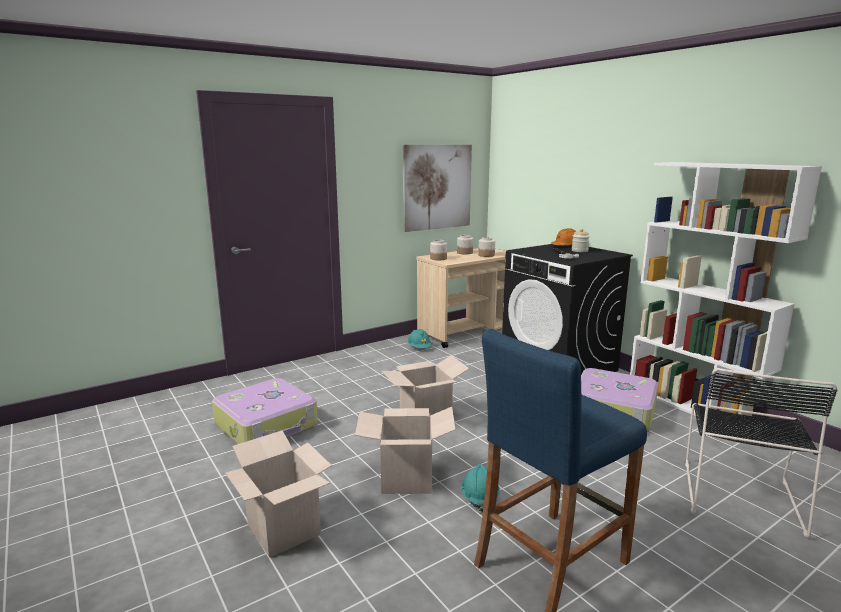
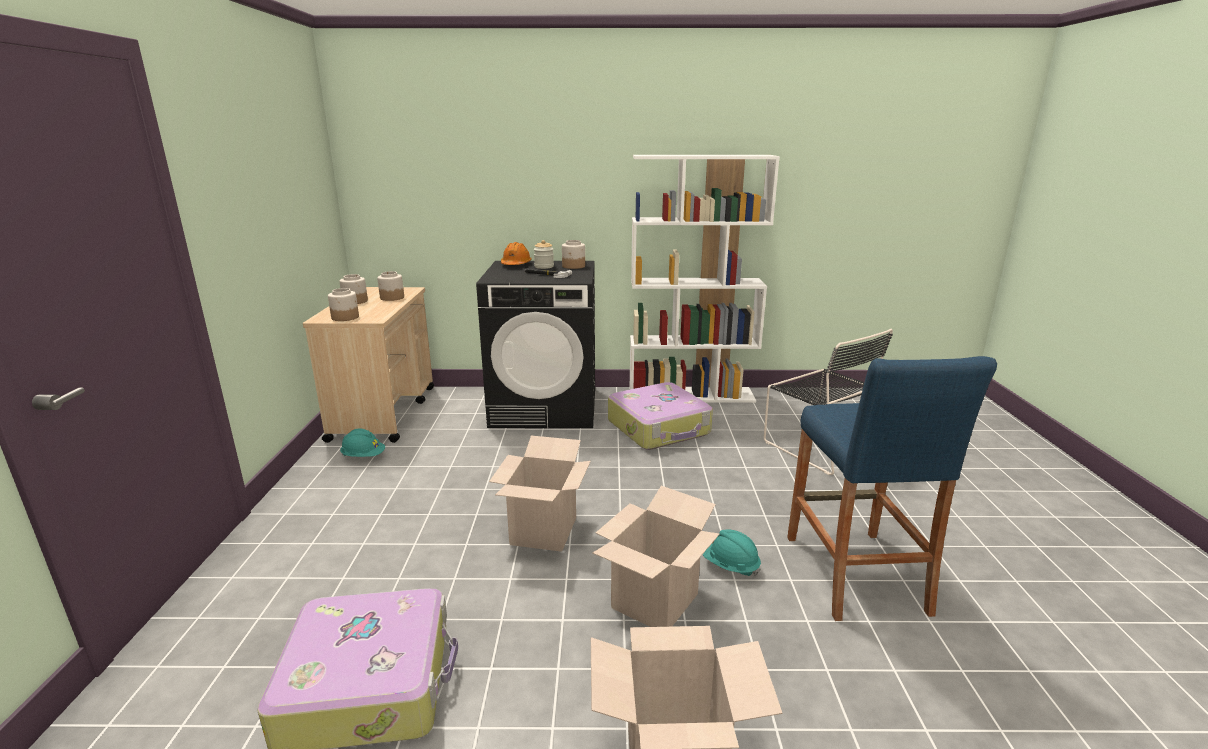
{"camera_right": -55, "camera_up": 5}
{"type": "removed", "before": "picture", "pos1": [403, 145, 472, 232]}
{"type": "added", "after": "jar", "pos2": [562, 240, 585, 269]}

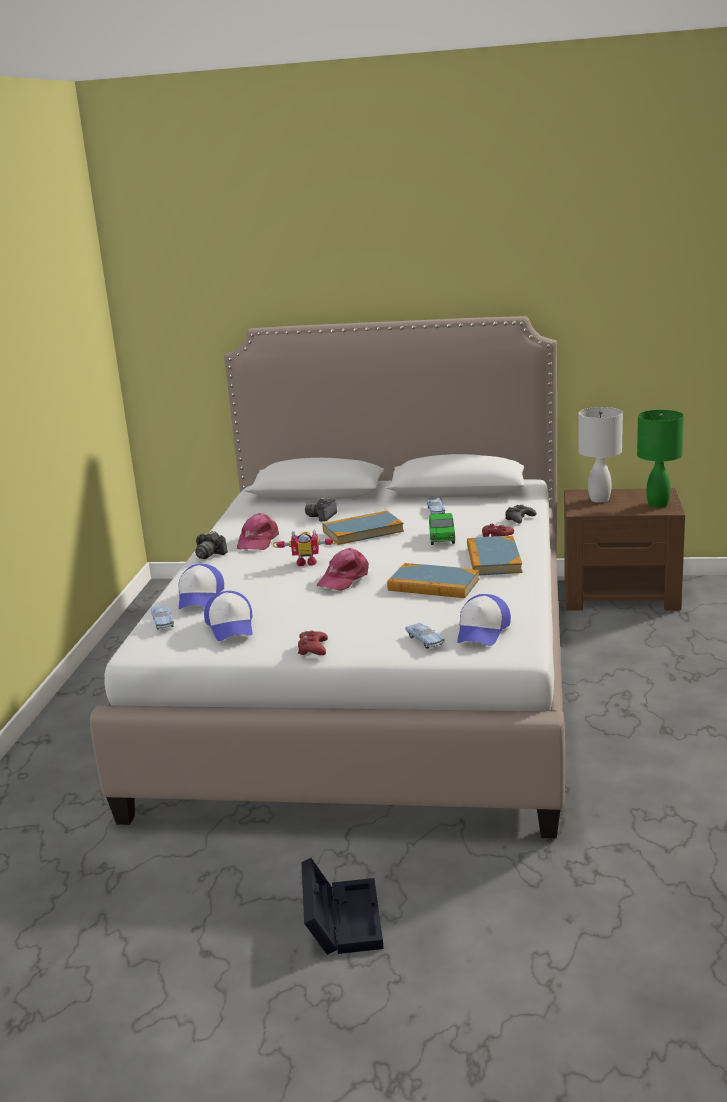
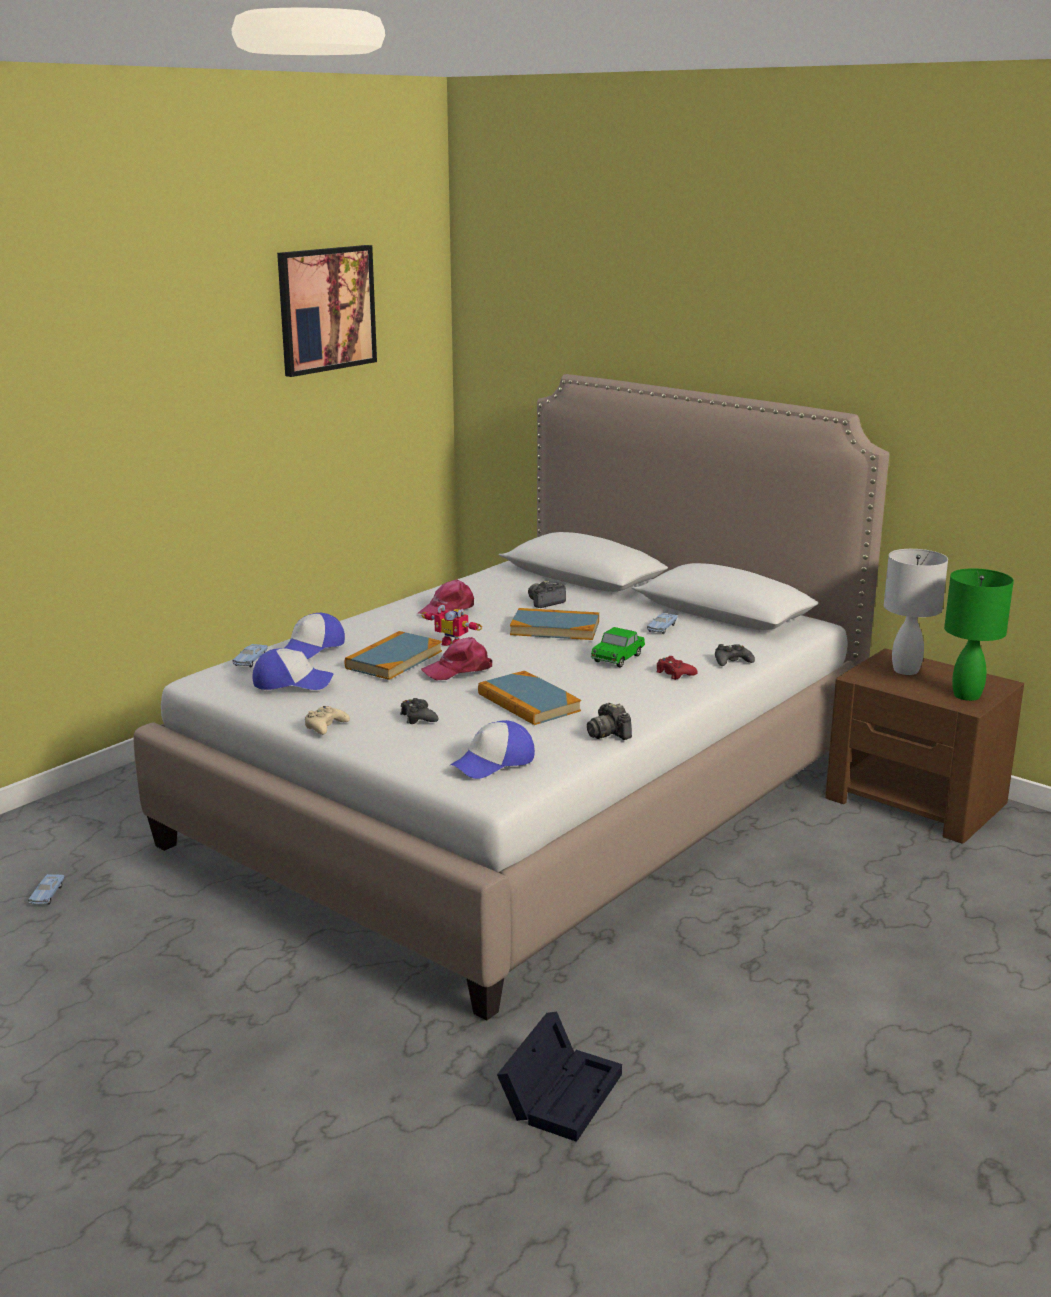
{"camera_right": 30, "camera_up": 0}
{"type": "moved", "before": "photo camera", "pos1": [195, 531, 228, 559], "pos2": [587, 703, 632, 740]}
{"type": "turned", "before": "cap", "pos1": [204, 591, 252, 641], "pos2": [252, 648, 334, 690], "turn": -105}
{"type": "recoloured", "before": "game controller (red)", "after": "game controller (beige)", "pos1": [298, 631, 328, 655], "pos2": [305, 706, 350, 735]}
{"type": "moved", "before": "storage box (black)", "pos1": [301, 858, 384, 955], "pos2": [497, 1012, 622, 1142]}
{"type": "moved", "before": "toy car (blue)", "pos1": [405, 623, 445, 649], "pos2": [28, 874, 65, 905]}
{"type": "moved", "before": "book", "pos1": [467, 536, 522, 576], "pos2": [344, 631, 442, 680]}
{"type": "added", "after": "picture", "pos2": [277, 245, 377, 377]}
{"type": "added", "after": "game controller (black)", "pos2": [400, 698, 439, 724]}

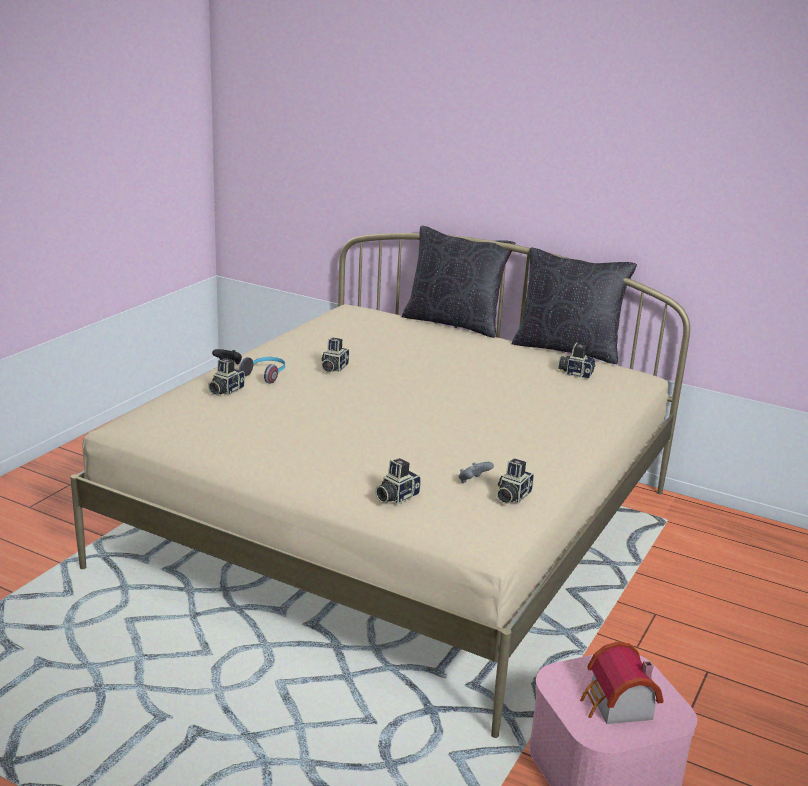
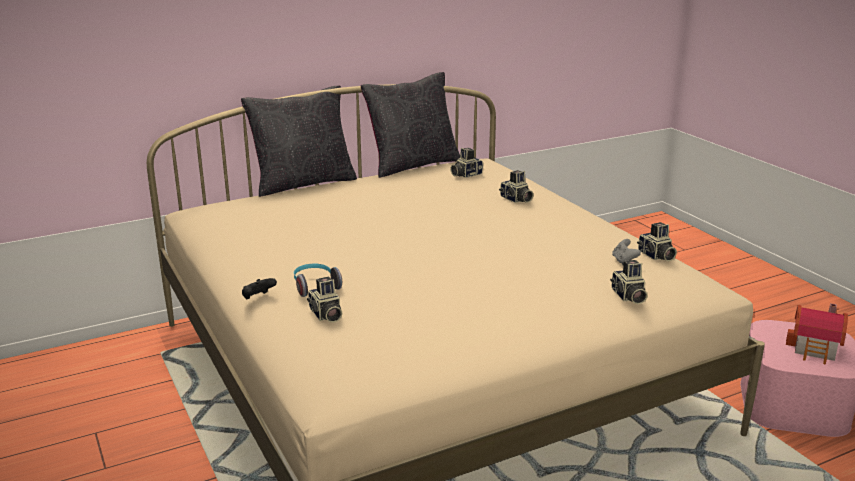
{"camera_right": -55, "camera_up": 0}
{"type": "moved", "before": "photo camera", "pos1": [321, 338, 349, 373], "pos2": [499, 170, 533, 203]}

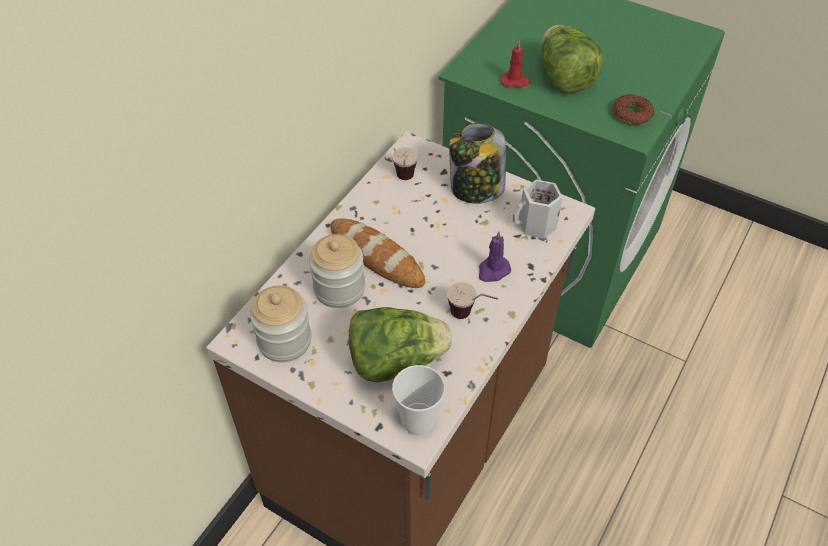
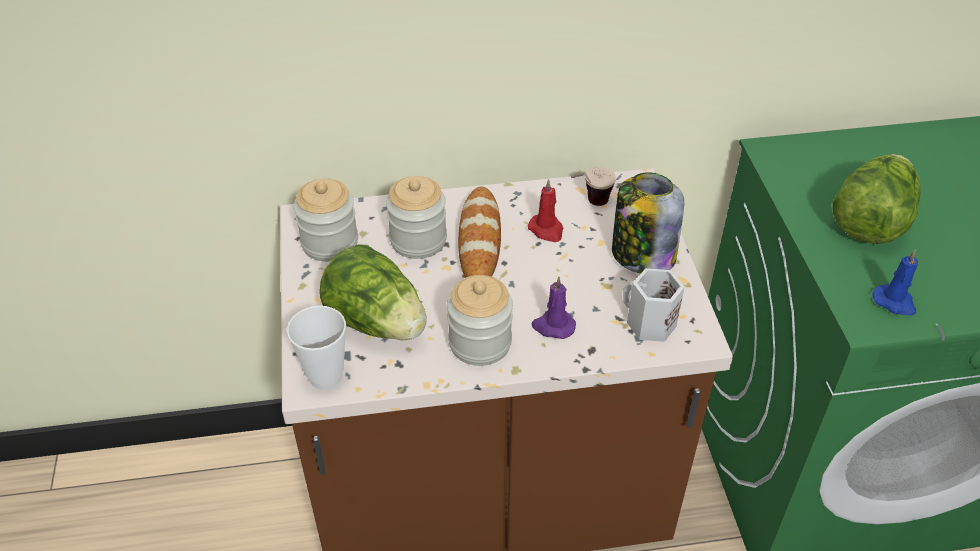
{"camera_right": 50, "camera_up": -5}
{"type": "replaced", "before": "cup", "after": "jar", "pos1": [447, 282, 498, 319], "pos2": [447, 275, 513, 366]}
{"type": "moved", "before": "candle (red)", "pos1": [501, 40, 531, 88], "pos2": [528, 179, 563, 242]}
{"type": "replaced", "before": "donut", "after": "candle (blue)", "pos1": [613, 94, 654, 125], "pos2": [872, 249, 918, 316]}

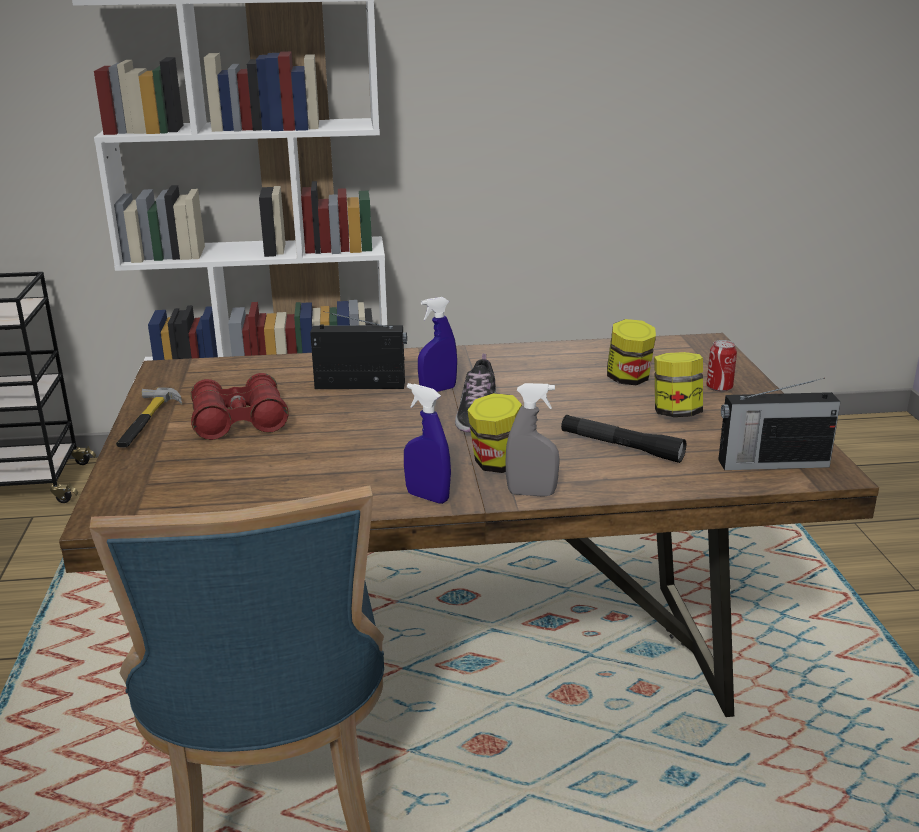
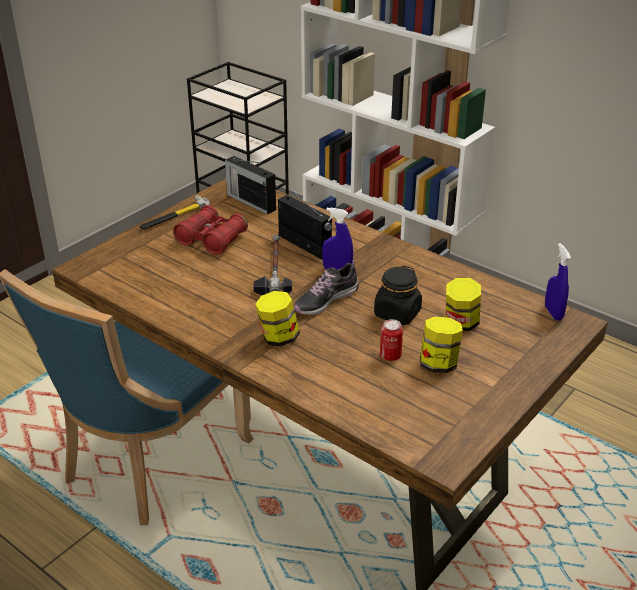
{"camera_right": 45, "camera_up": 10}
{"type": "moved", "before": "spray bottle (blue)", "pos1": [404, 383, 451, 504], "pos2": [545, 243, 571, 321]}
{"type": "removed", "before": "spray bottle (grey)", "pos1": [506, 383, 560, 497]}
{"type": "removed", "before": "flashlight (black)", "pos1": [561, 415, 686, 463]}
{"type": "moved", "before": "can", "pos1": [706, 340, 737, 392], "pos2": [380, 319, 403, 361]}
{"type": "moved", "before": "radio", "pos1": [718, 378, 841, 470], "pos2": [225, 156, 276, 215]}
{"type": "added", "after": "hammer", "pos2": [253, 235, 292, 295]}
{"type": "added", "after": "jar (black)", "pos2": [374, 266, 422, 325]}

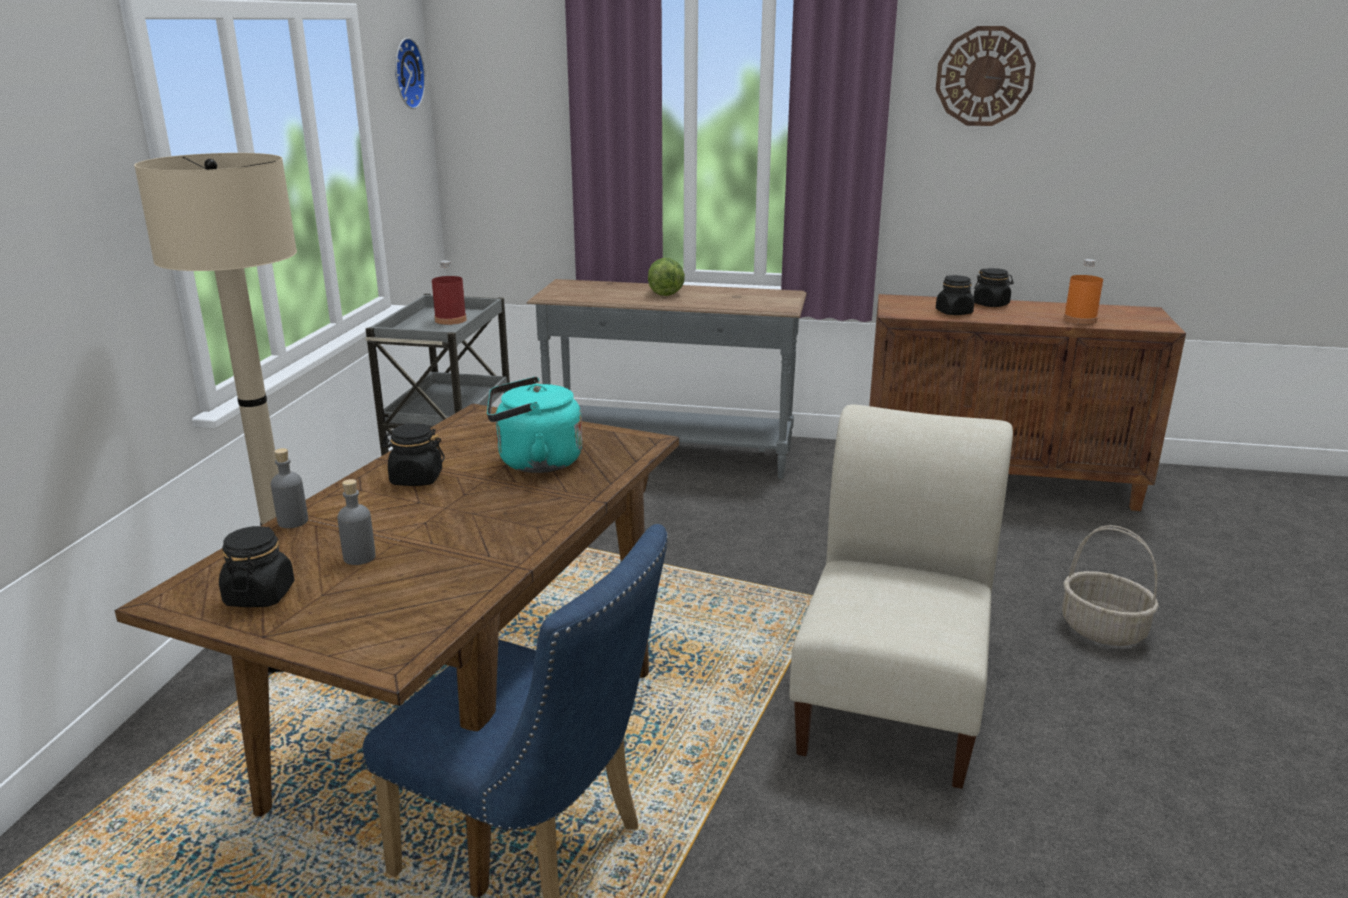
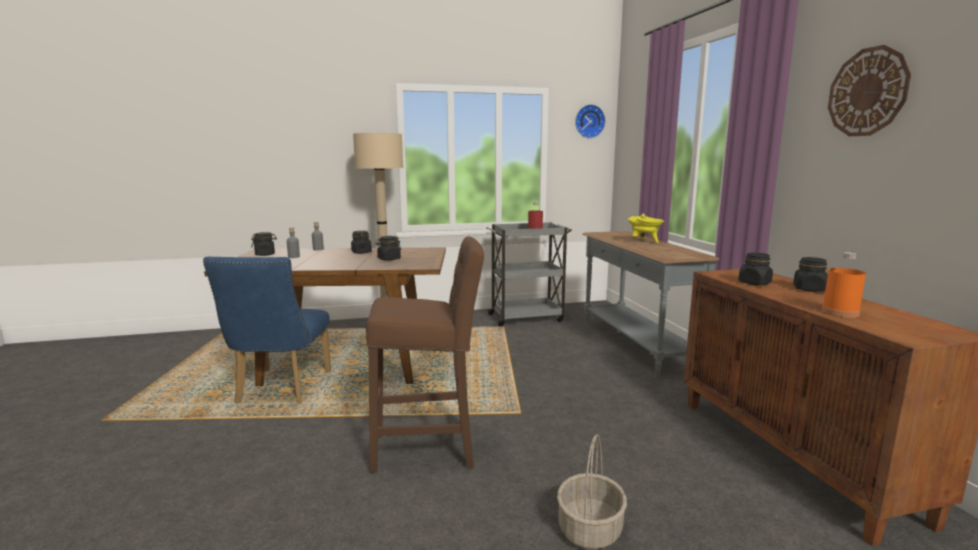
{"camera_right": 65, "camera_up": -10}
{"type": "replaced", "before": "kettle (turquoise)", "after": "jar (black)", "pos1": [487, 377, 583, 473], "pos2": [376, 236, 401, 261]}
{"type": "replaced", "before": "lettuce", "after": "cooking pot (yellow)", "pos1": [648, 258, 685, 296], "pos2": [628, 213, 664, 243]}
{"type": "replaced", "before": "chair (beige)", "after": "stool (brown)", "pos1": [789, 405, 1013, 789], "pos2": [366, 236, 484, 473]}

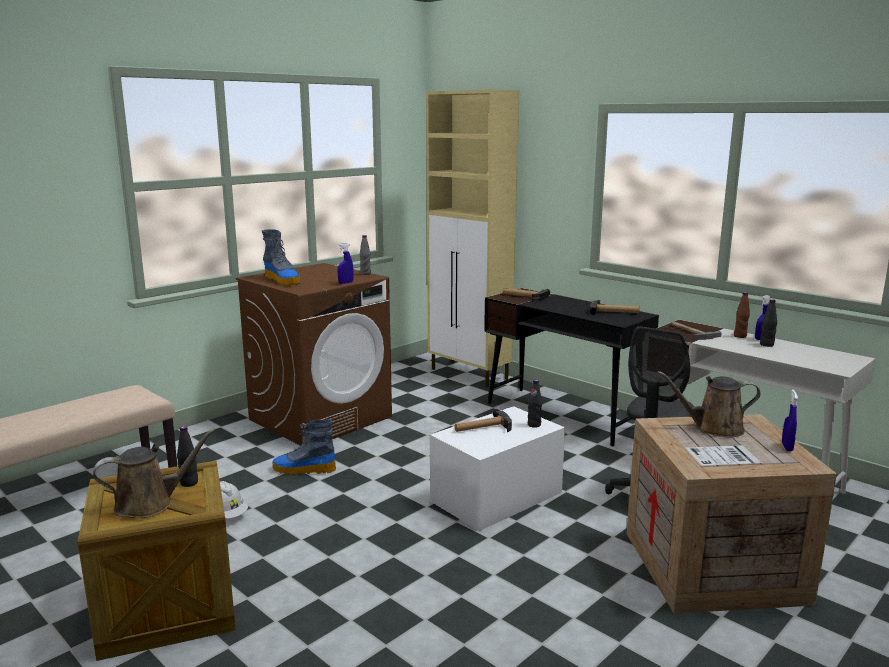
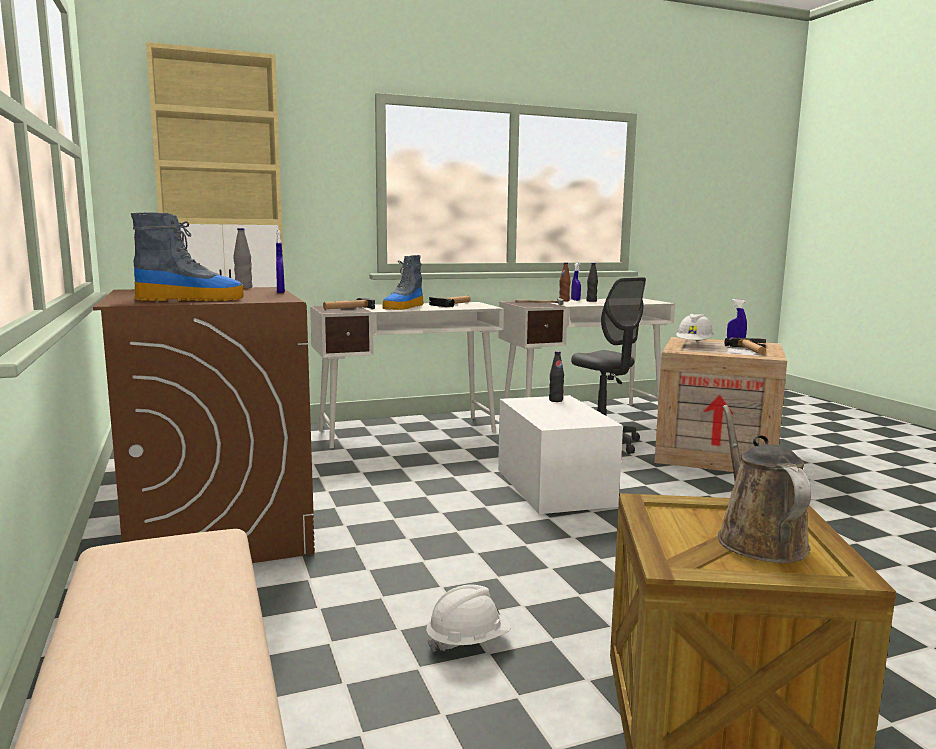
{"camera_right": -65, "camera_up": -5}
{"type": "removed", "before": "bottle (black)", "pos1": [177, 426, 198, 487]}
{"type": "moved", "before": "boot", "pos1": [273, 419, 336, 475], "pos2": [382, 255, 424, 310]}
{"type": "moved", "before": "hammer", "pos1": [455, 409, 512, 432], "pos2": [725, 337, 766, 355]}
{"type": "recoloured", "before": "desk (black)", "after": "desk (white)", "pos1": [484, 288, 659, 446], "pos2": [310, 302, 504, 448]}
{"type": "replaced", "before": "watering can (brown)", "after": "hard hat (white)", "pos1": [657, 371, 761, 437], "pos2": [676, 314, 714, 342]}

